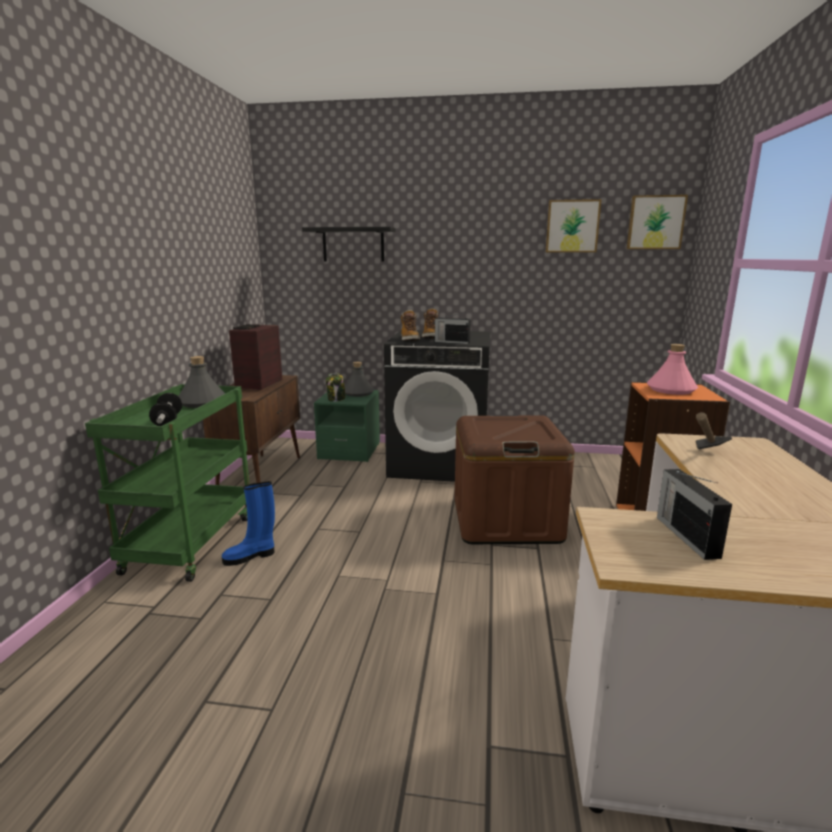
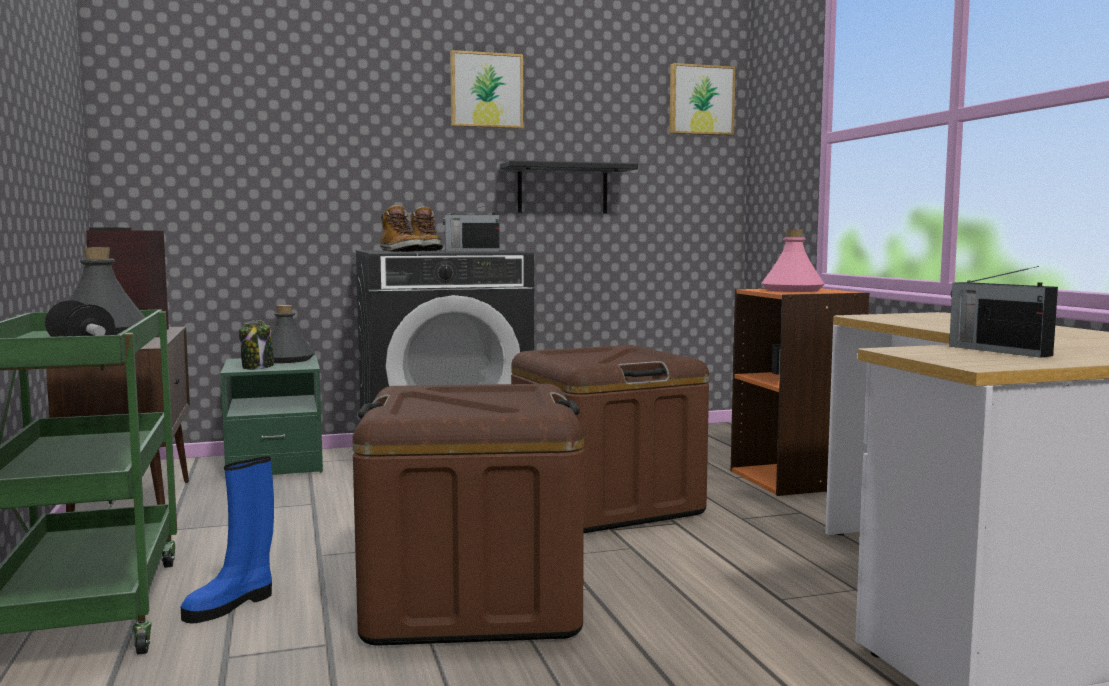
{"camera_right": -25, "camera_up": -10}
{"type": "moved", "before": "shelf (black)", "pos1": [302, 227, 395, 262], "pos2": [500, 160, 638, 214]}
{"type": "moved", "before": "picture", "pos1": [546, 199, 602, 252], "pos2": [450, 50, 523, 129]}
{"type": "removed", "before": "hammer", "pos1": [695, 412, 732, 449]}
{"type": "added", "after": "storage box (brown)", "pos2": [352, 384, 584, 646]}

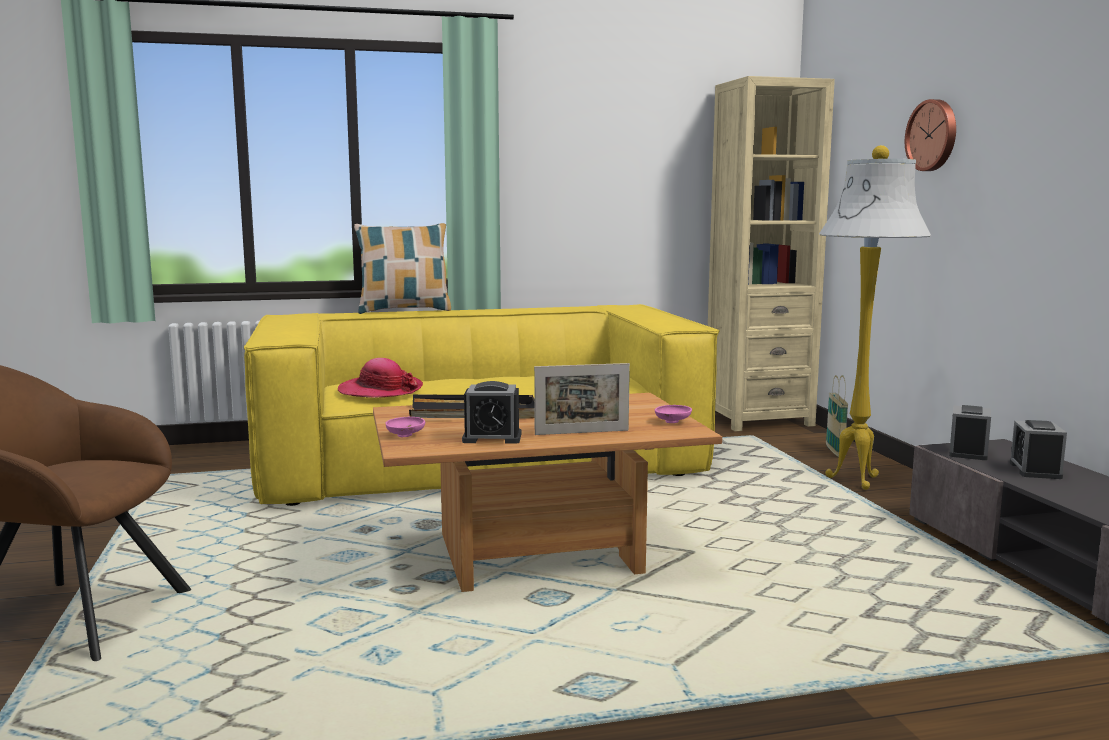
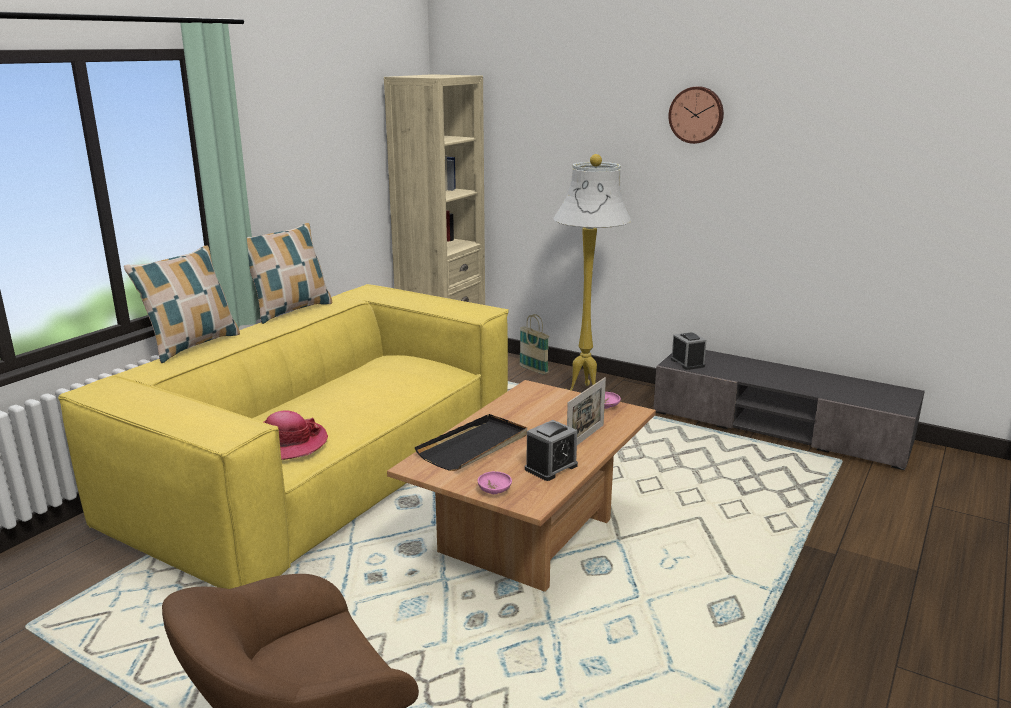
{"camera_right": -45, "camera_up": 10}
{"type": "moved", "before": "wall clock", "pos1": [905, 99, 956, 171], "pos2": [668, 86, 724, 144]}
{"type": "removed", "before": "alarm clock", "pos1": [1010, 420, 1067, 479]}
{"type": "added", "after": "pillow", "pos2": [247, 223, 332, 324]}

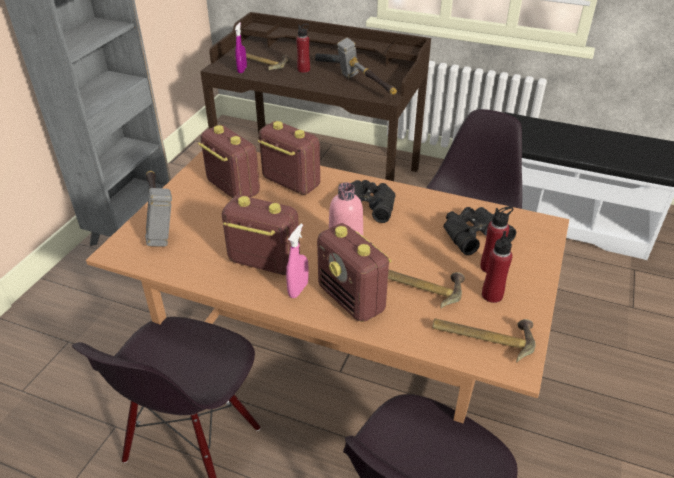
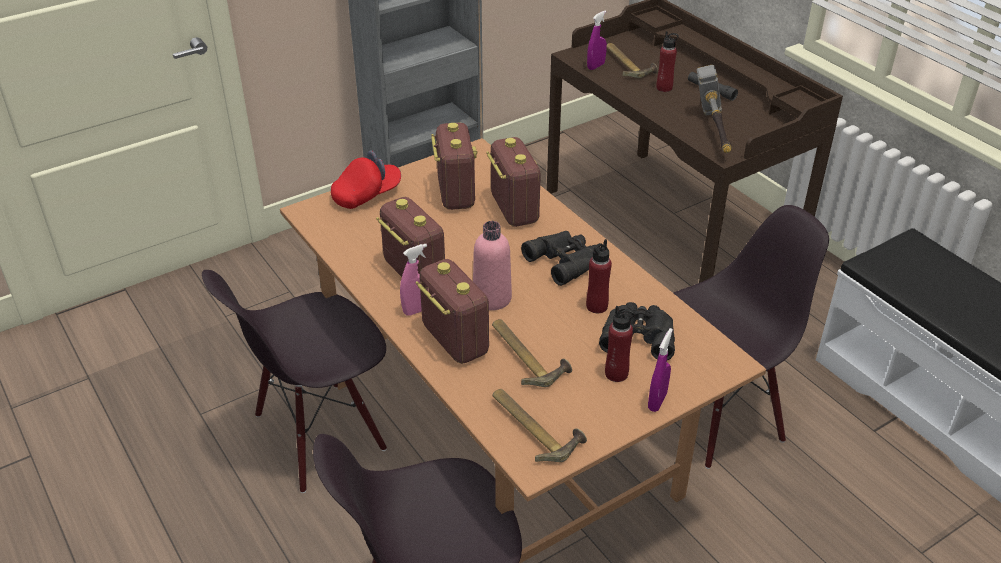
{"camera_right": 35, "camera_up": 0}
{"type": "replaced", "before": "hammer", "after": "cap (red)", "pos1": [145, 171, 172, 247], "pos2": [331, 150, 401, 209]}
{"type": "turned", "before": "radio", "pos1": [317, 223, 392, 322], "pos2": [415, 259, 489, 364], "turn": 150}
{"type": "moved", "before": "bottle (red)", "pos1": [482, 231, 513, 303], "pos2": [586, 239, 612, 313]}
{"type": "added", "after": "spray bottle (purple)", "pos2": [648, 328, 673, 412]}

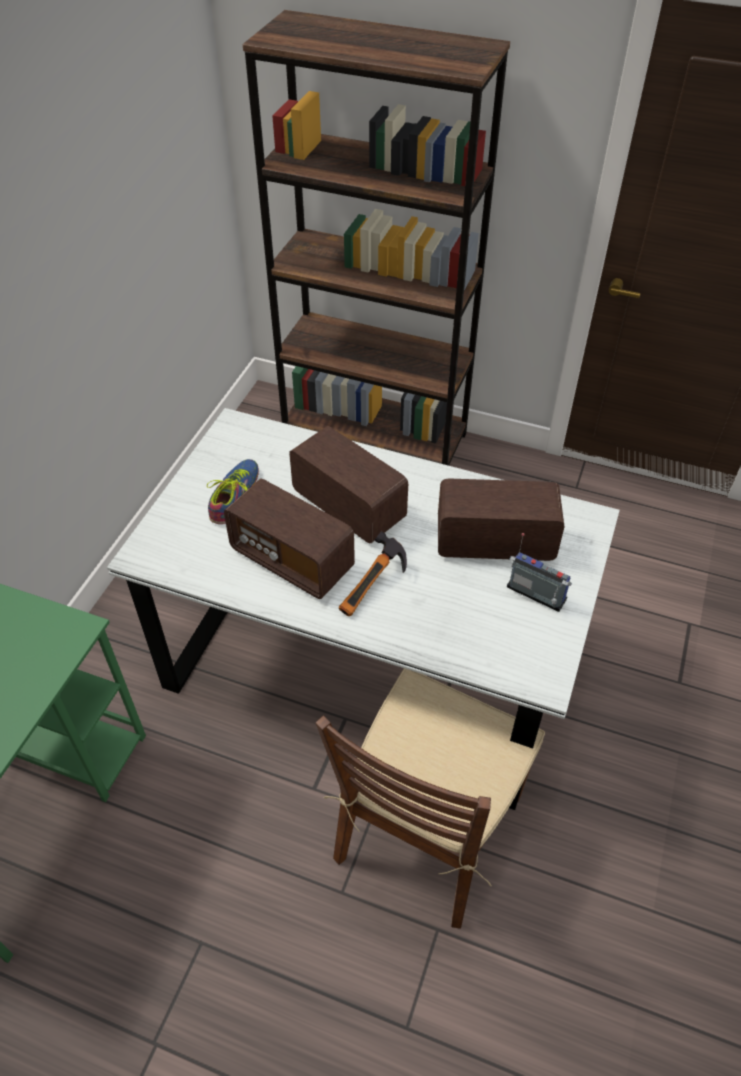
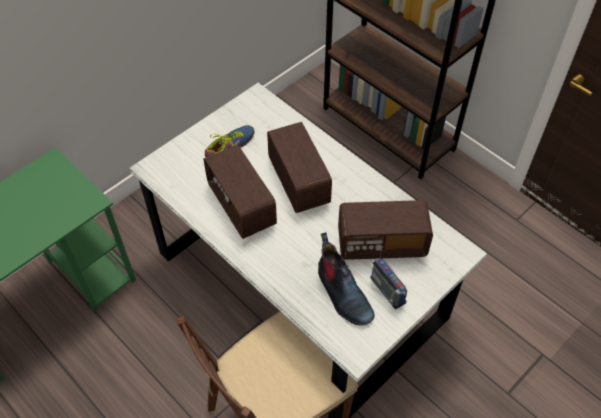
{"camera_right": 25, "camera_up": 5}
{"type": "removed", "before": "hammer", "pos1": [339, 531, 407, 616]}
{"type": "turned", "before": "radio", "pos1": [438, 478, 565, 561], "pos2": [338, 200, 433, 260], "turn": 150}
{"type": "added", "after": "boot", "pos2": [318, 232, 375, 325]}

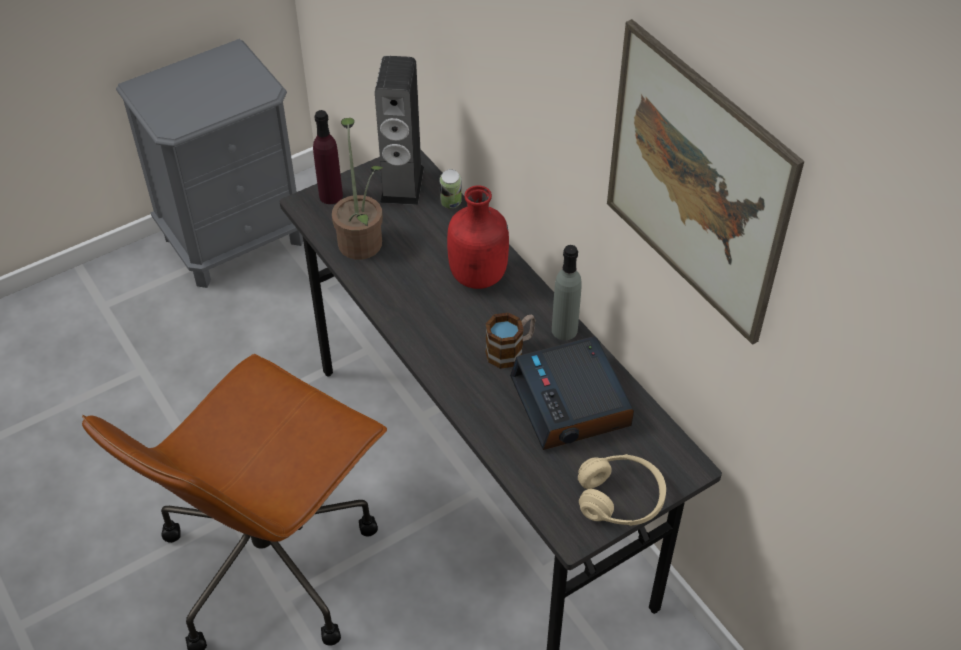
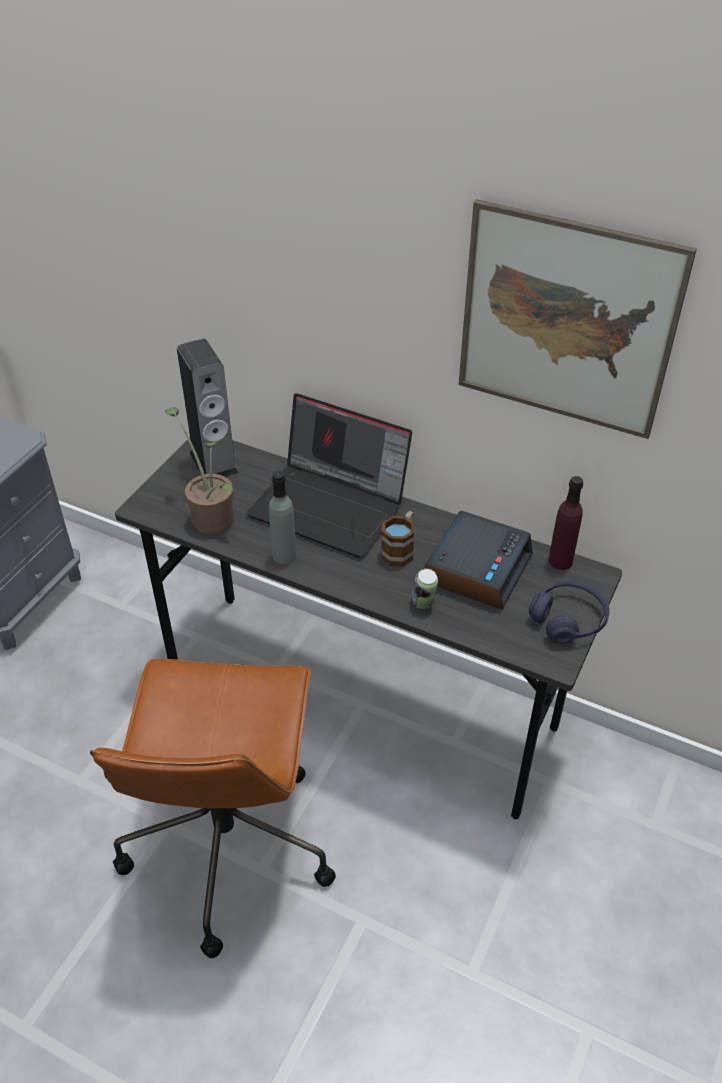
{"camera_right": -30, "camera_up": -5}
{"type": "moved", "before": "bottle (purple)", "pos1": [313, 110, 343, 204], "pos2": [549, 476, 583, 570]}
{"type": "moved", "before": "can", "pos1": [439, 169, 462, 208], "pos2": [411, 569, 438, 609]}
{"type": "replaced", "before": "bottle (red)", "after": "laptop", "pos1": [447, 185, 509, 289], "pos2": [247, 393, 412, 558]}
{"type": "turned", "before": "alarm clock", "pos1": [510, 336, 634, 450], "pos2": [424, 511, 533, 610], "turn": -105}
{"type": "moved", "before": "bottle (grey)", "pos1": [552, 245, 582, 340], "pos2": [269, 471, 297, 564]}
{"type": "recoloured", "before": "headphones (beige)", "after": "headphones (purple)", "pos1": [578, 454, 666, 526], "pos2": [529, 581, 610, 644]}

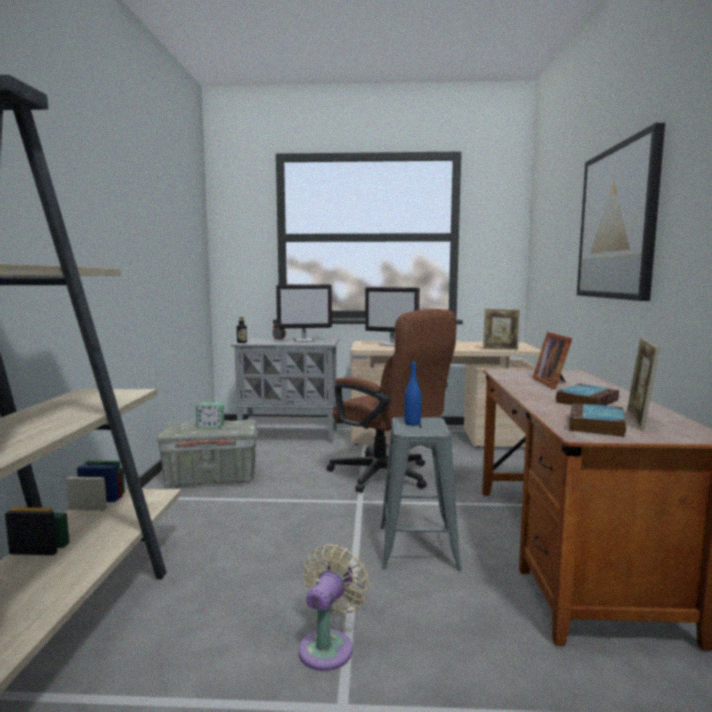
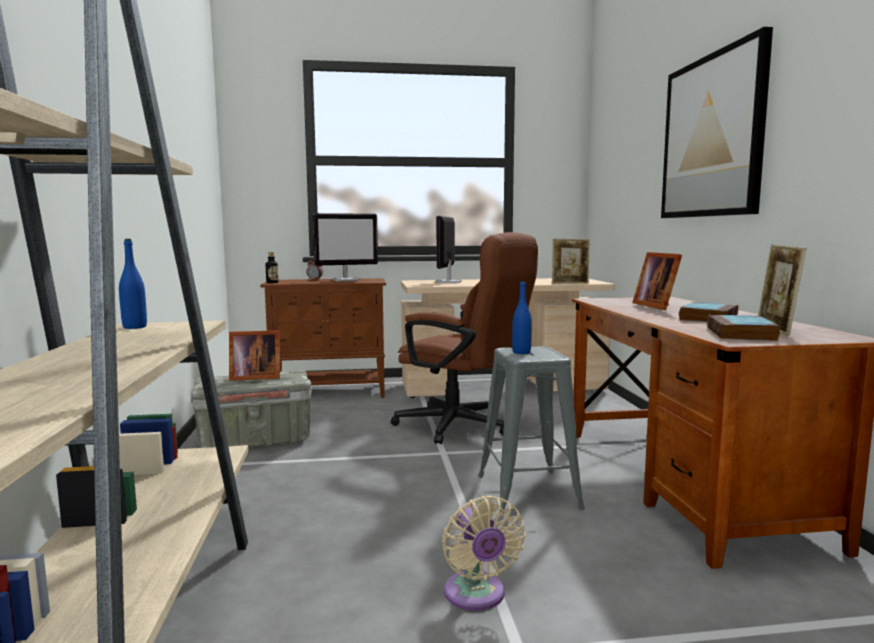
{"camera_right": -10, "camera_up": 0}
{"type": "replaced", "before": "alarm clock", "after": "picture frame", "pos1": [196, 402, 224, 427], "pos2": [229, 330, 280, 381]}
{"type": "recoloured", "before": "cabinet (grey)", "after": "cabinet (brown)", "pos1": [231, 339, 339, 443], "pos2": [260, 278, 386, 398]}
{"type": "turned", "before": "fan (beige)", "pos1": [298, 544, 370, 671], "pos2": [442, 496, 525, 611], "turn": 150}
{"type": "turned", "before": "monitor", "pos1": [365, 287, 420, 346], "pos2": [435, 216, 462, 284], "turn": 90}
{"type": "added", "after": "bottle (blue)", "pos2": [119, 239, 147, 329]}

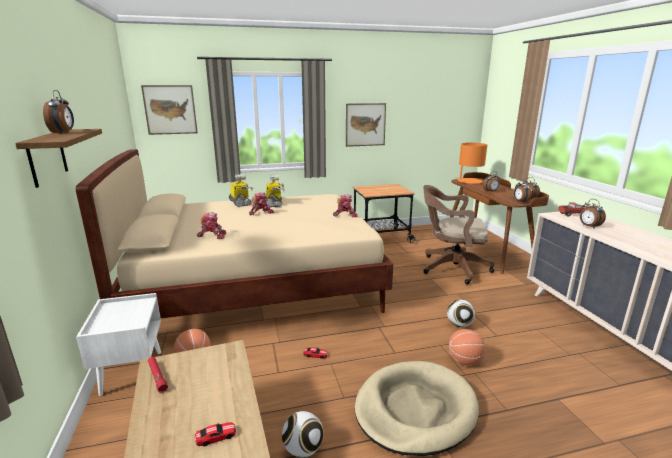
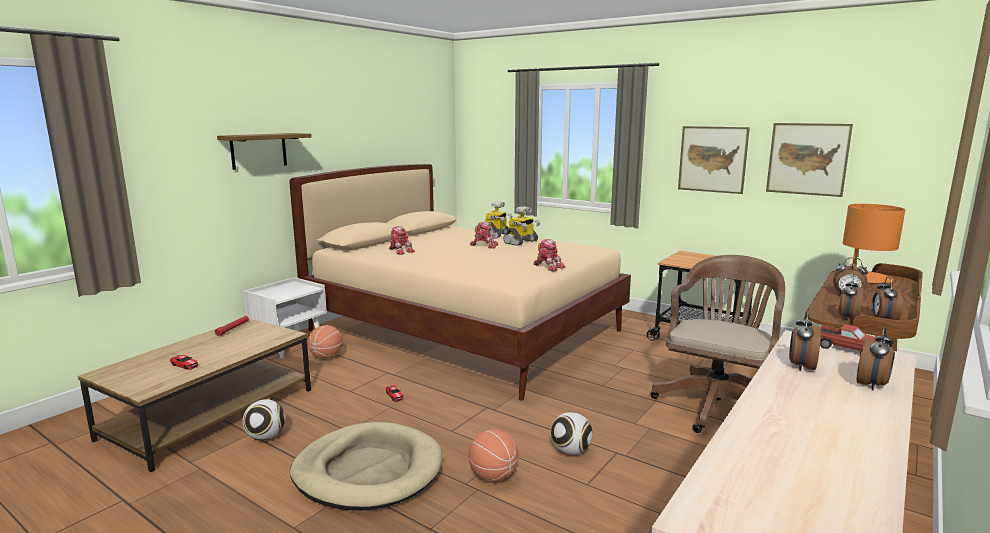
{"camera_right": 50, "camera_up": -5}
{"type": "moved", "before": "alarm clock", "pos1": [43, 90, 74, 134], "pos2": [857, 326, 895, 390]}
{"type": "moved", "before": "picture", "pos1": [141, 85, 198, 135], "pos2": [766, 123, 853, 197]}
{"type": "turned", "before": "office chair (brown)", "pos1": [423, 185, 494, 285], "pos2": [651, 255, 785, 433], "turn": 60}

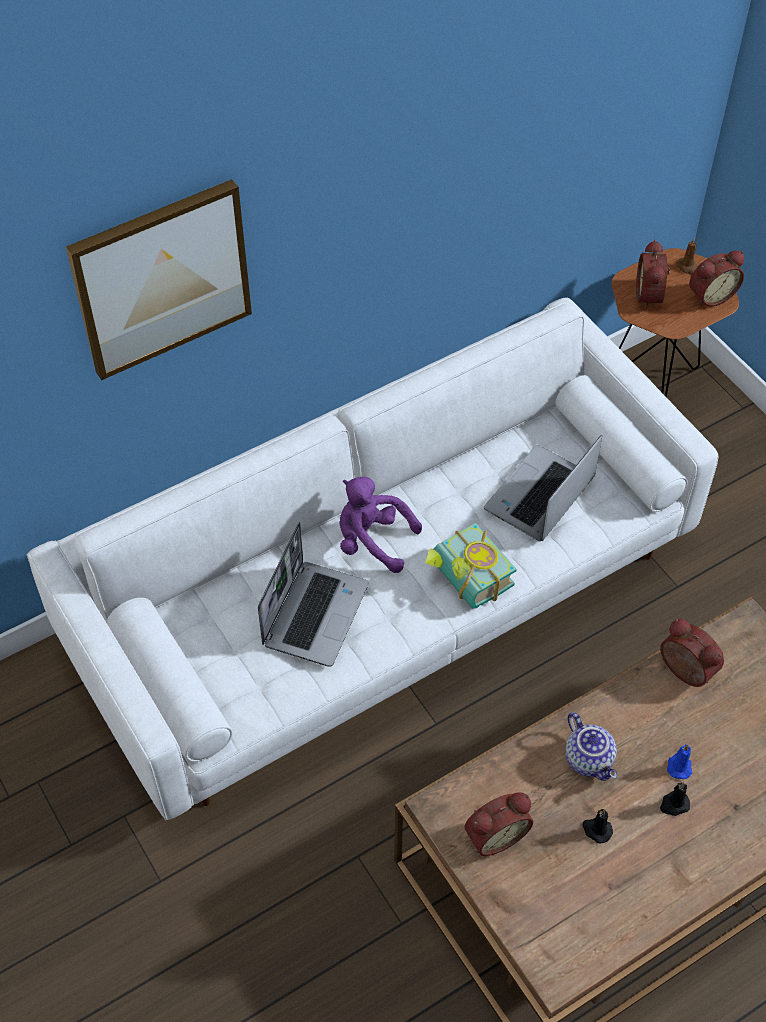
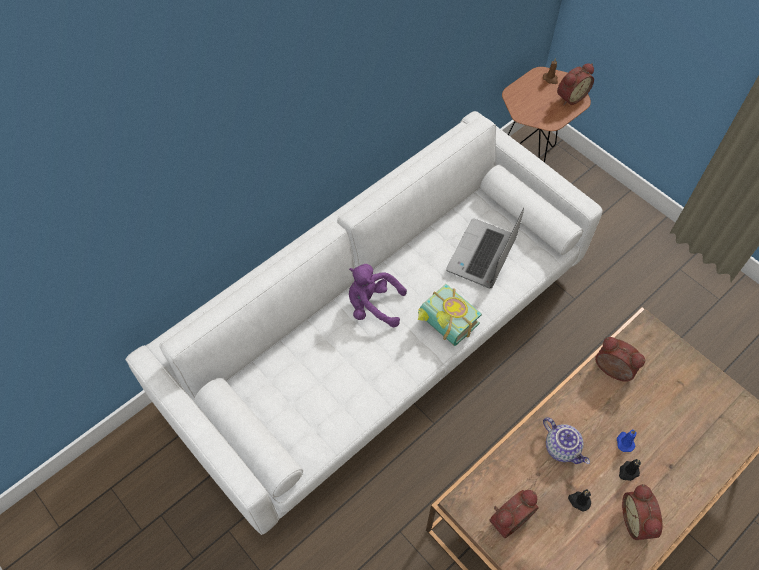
{"camera_right": -10, "camera_up": 5}
{"type": "removed", "before": "picture", "pos1": [66, 179, 252, 380]}
{"type": "removed", "before": "laptop", "pos1": [258, 522, 369, 667]}
{"type": "moved", "before": "alarm clock", "pos1": [636, 240, 670, 310], "pos2": [622, 484, 662, 540]}

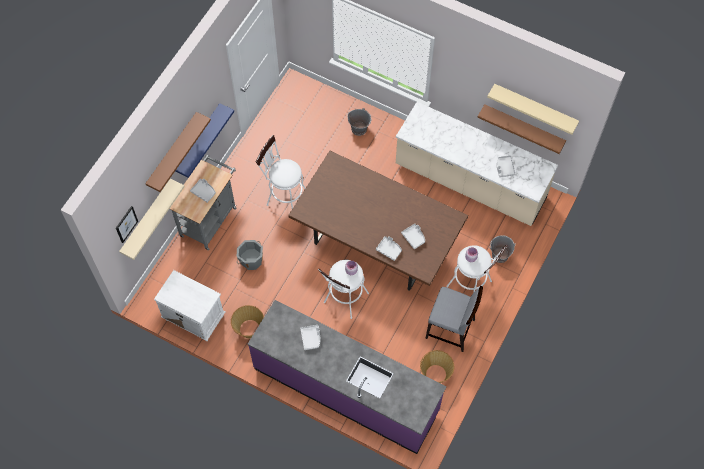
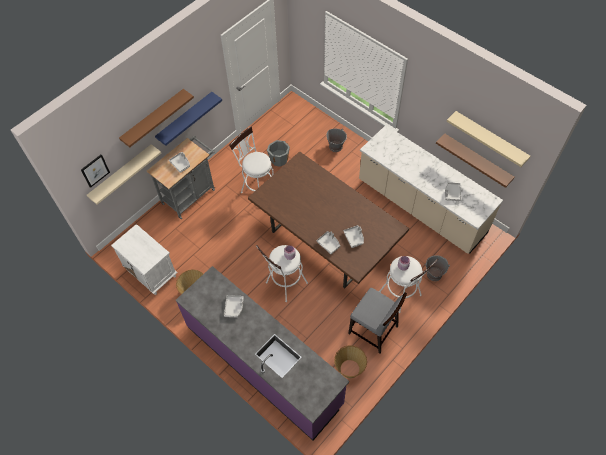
{"camera_right": 15, "camera_up": -5}
{"type": "moved", "before": "bucket (grey)", "pos1": [237, 240, 263, 270], "pos2": [267, 140, 290, 167]}

